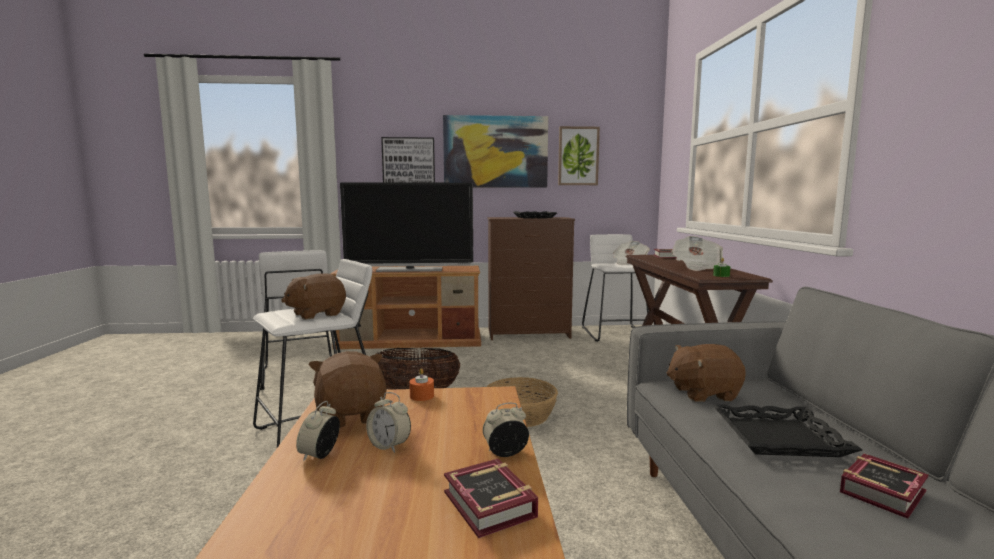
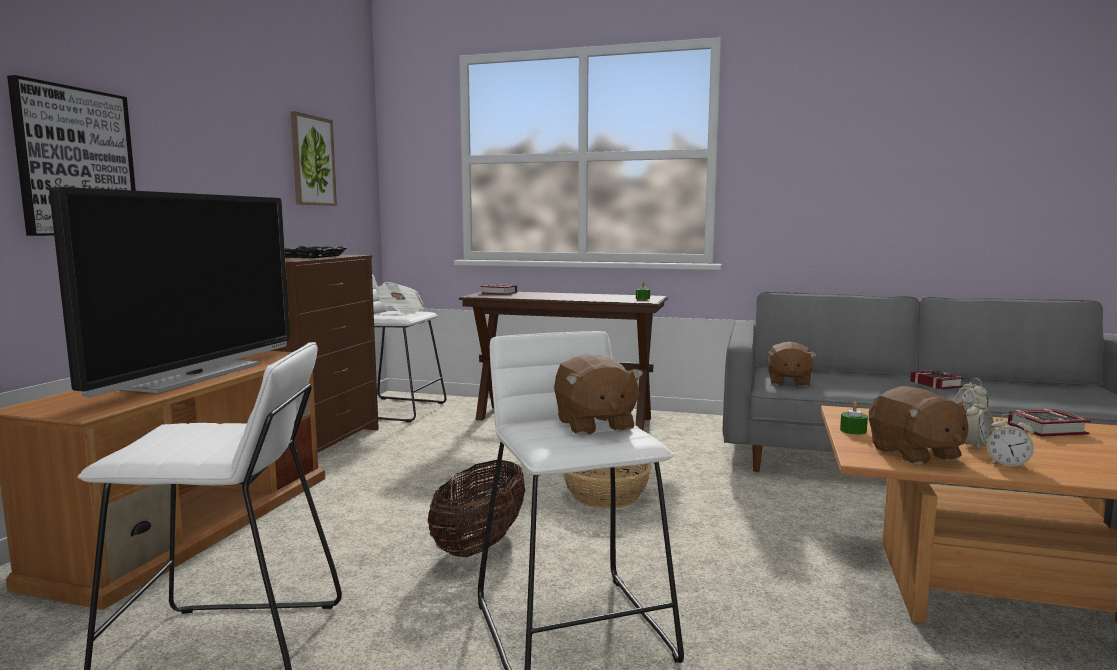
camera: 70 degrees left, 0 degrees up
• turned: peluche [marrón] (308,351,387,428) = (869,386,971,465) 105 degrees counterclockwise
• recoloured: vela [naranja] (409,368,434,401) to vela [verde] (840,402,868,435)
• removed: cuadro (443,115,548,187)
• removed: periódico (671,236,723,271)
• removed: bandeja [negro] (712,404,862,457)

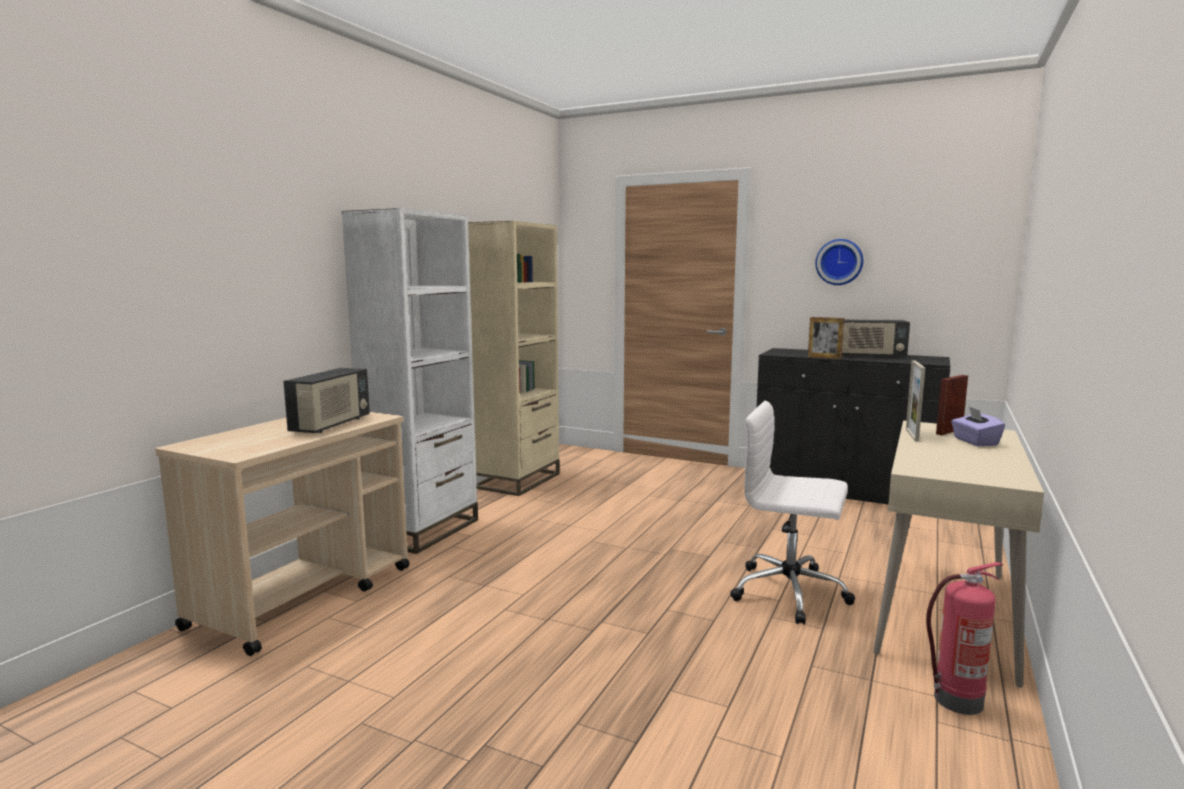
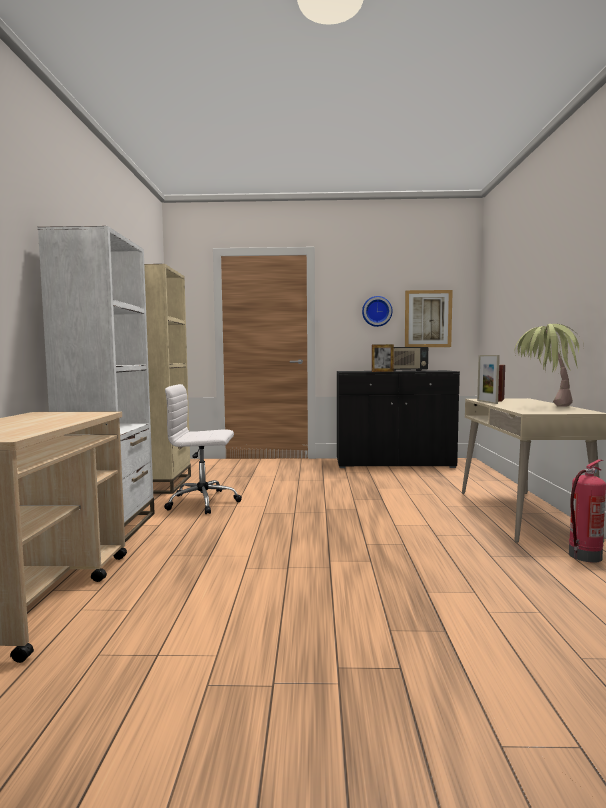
camera: 25 degrees left, 5 degrees down
• removed: radio (283,368,370,433)
• moved: silla de oficina [blanco] (730,400,855,624) to (164,384,242,514)
• removed: caja de pañuelos [morado] (951,406,1005,446)
• added: cuadro (405,290,453,347)
• added: planta en maceta (515,324,584,407)

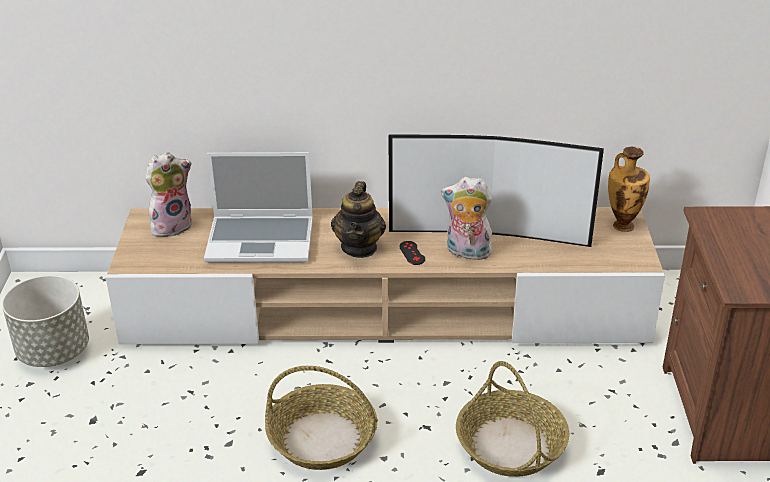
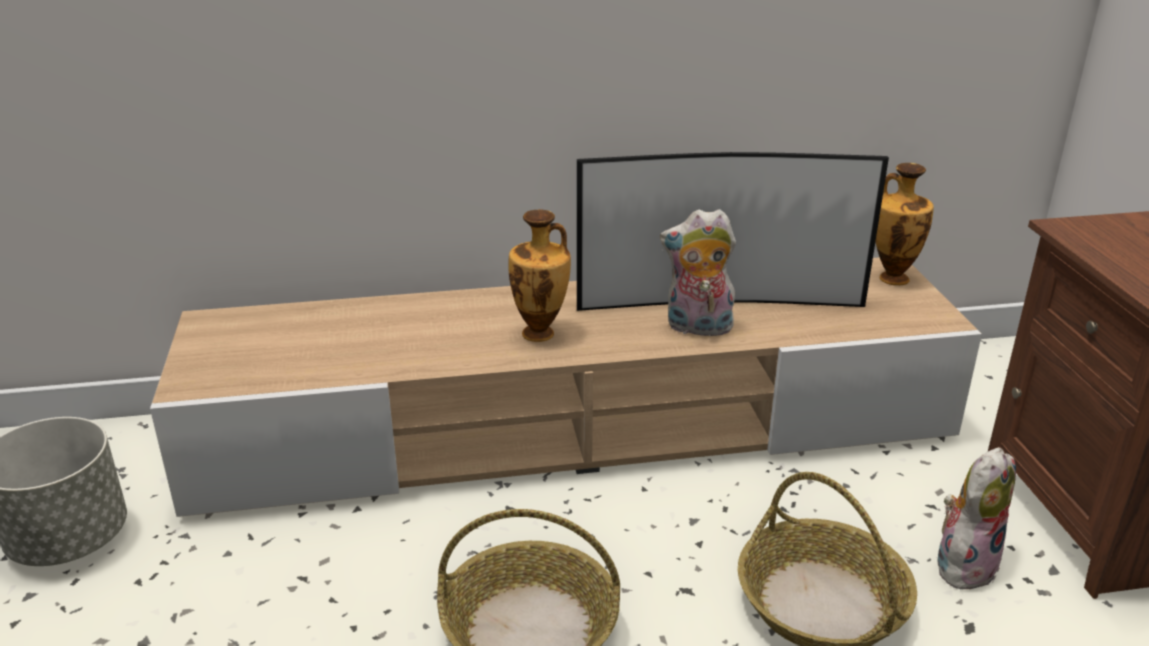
camera: 10 degrees left, 5 degrees down
• moved: peluche (146,152,192,237) to (938,447,1016,594)
• removed: portátil (204,152,313,263)
• replaced: tetera (331,181,386,258) to florero (508,209,571,342)
• removed: mando de consola [negro] (399,241,425,265)

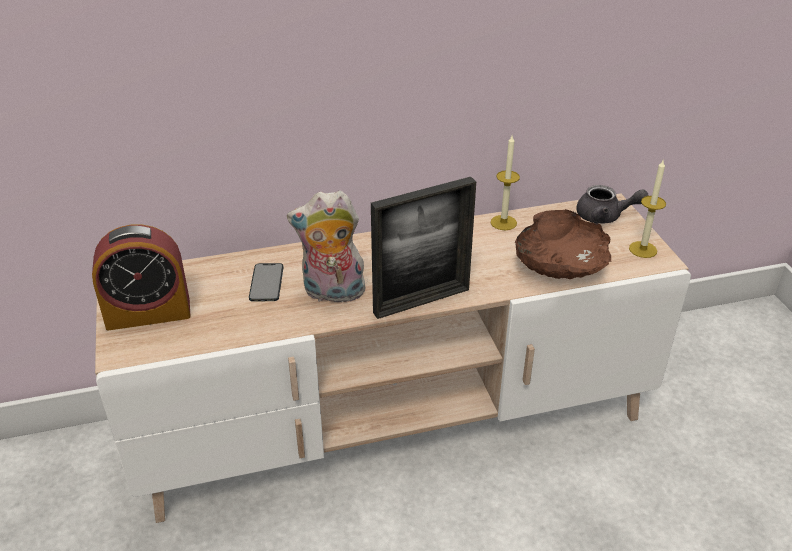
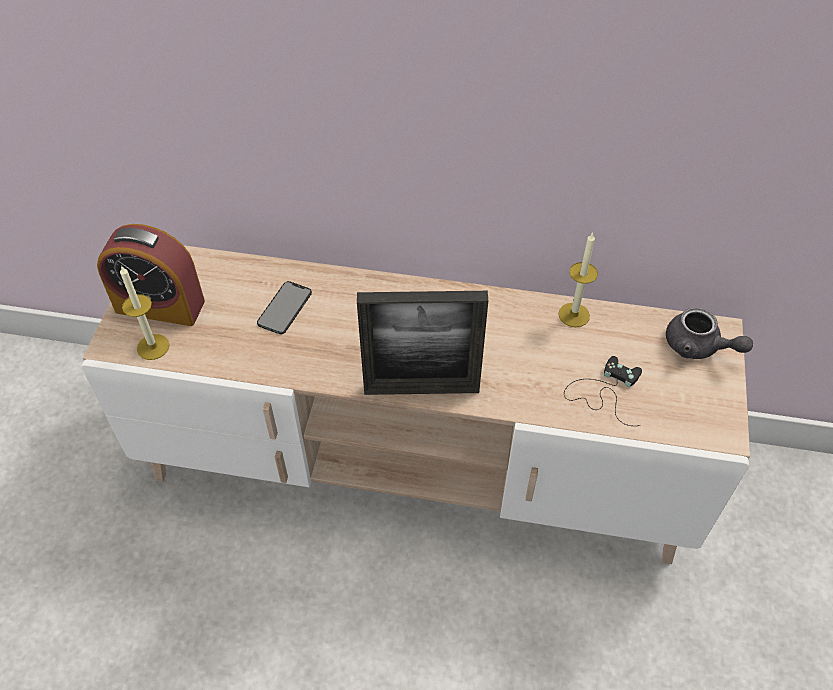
camera: 25 degrees right, 15 degrees up
• removed: peluche (287,191,365,303)
• replaced: cuenco [marrón] (515,209,612,279) to mando de consola [negro] (564,356,642,426)
• moved: vela (629,160,666,258) to (120,265,170,360)

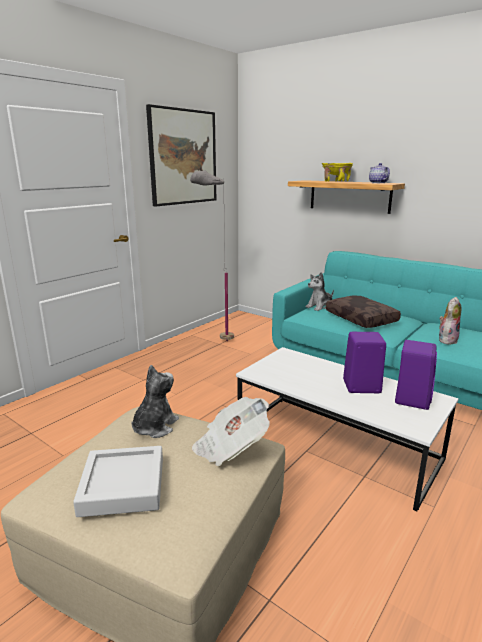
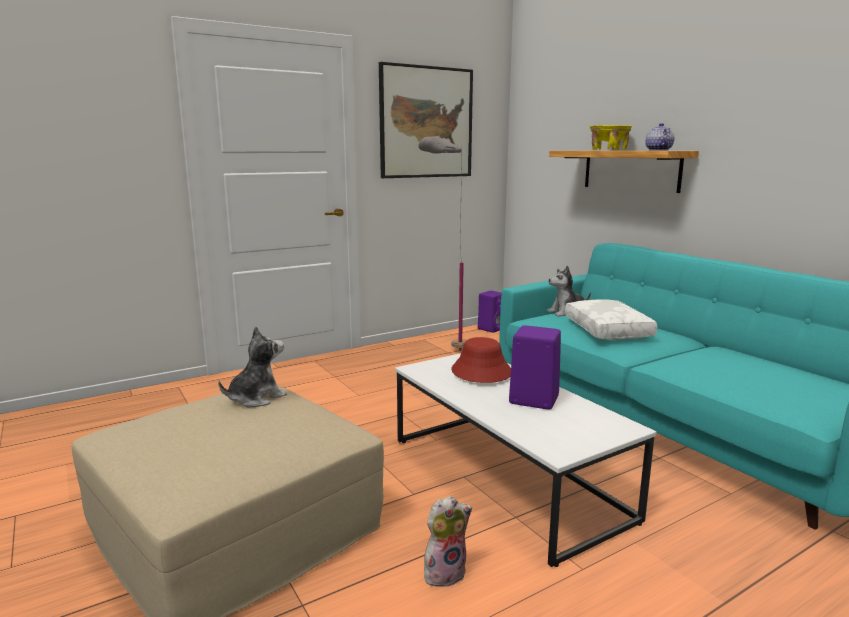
camera: 20 degrees right, 5 degrees down
• removed: bandeja [gris] (73,446,163,517)
• removed: periódico (192,397,270,466)
• recoloured: cojín [marrón] (326,295,401,328) to cojín [blanco] (565,300,657,340)
• moved: altavoz [morado] (395,340,437,410) to (478,291,502,333)
• moved: peluche (439,297,461,344) to (424,496,472,587)
• added: sombrero [rojo] (451,337,511,383)

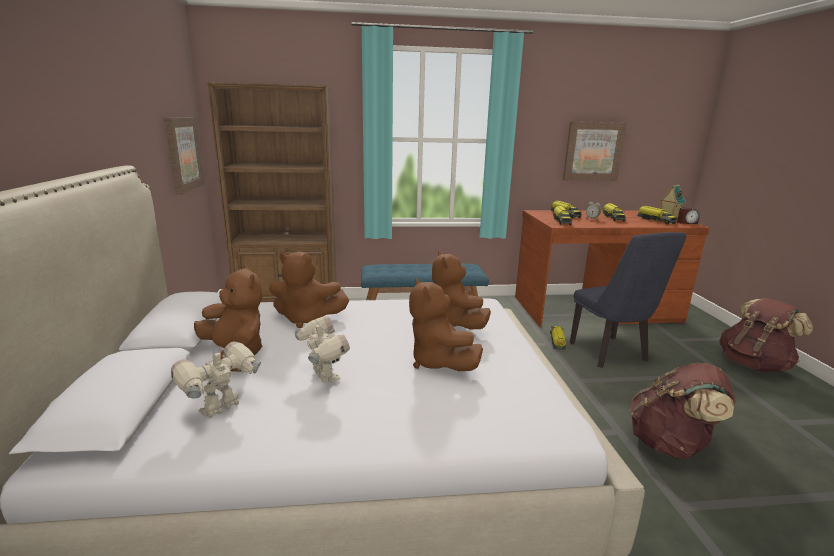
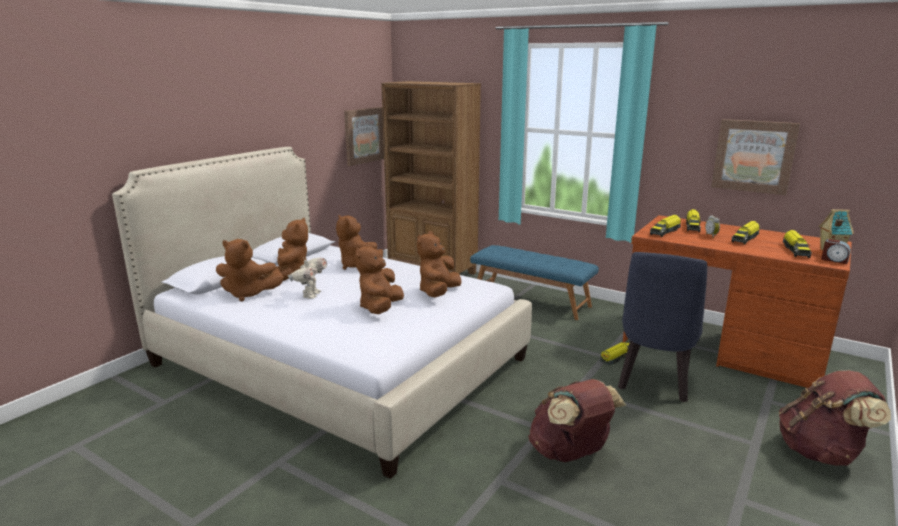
camera: 40 degrees right, 0 degrees up
• replaced: robot de juguete (171,342,261,418) to peluche [marrón] (216,239,284,302)

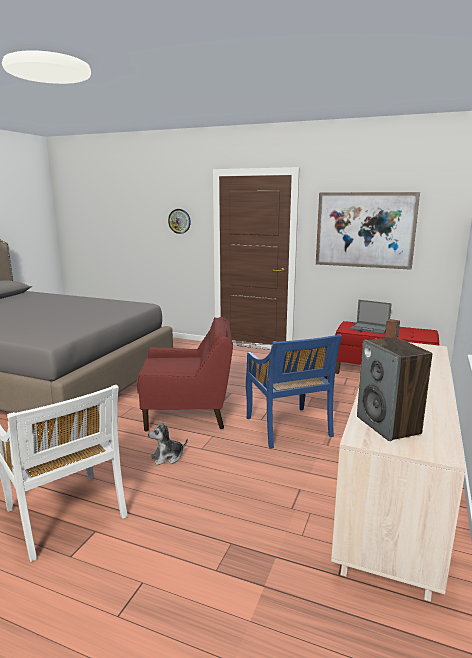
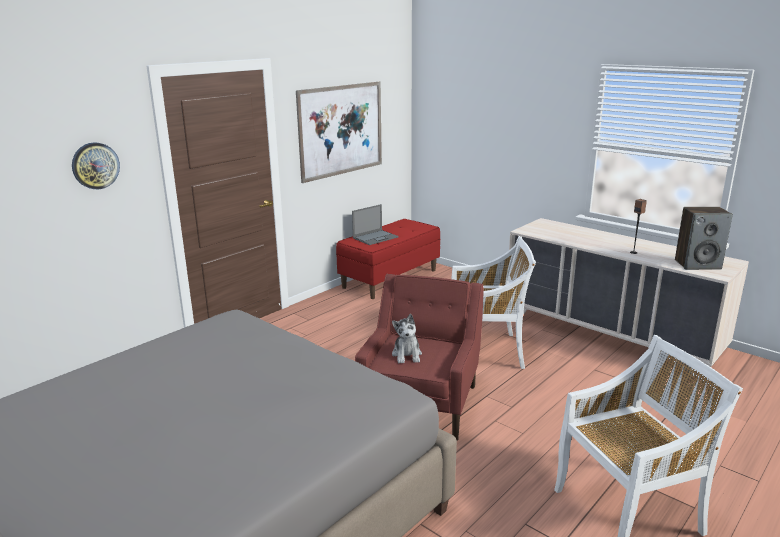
camera: 70 degrees left, 5 degrees up
• moved: peluche (148,421,188,465) to (392,314,422,363)
• recoloured: silla [azul] (246,334,342,449) to silla [blanco] (452,236,536,369)

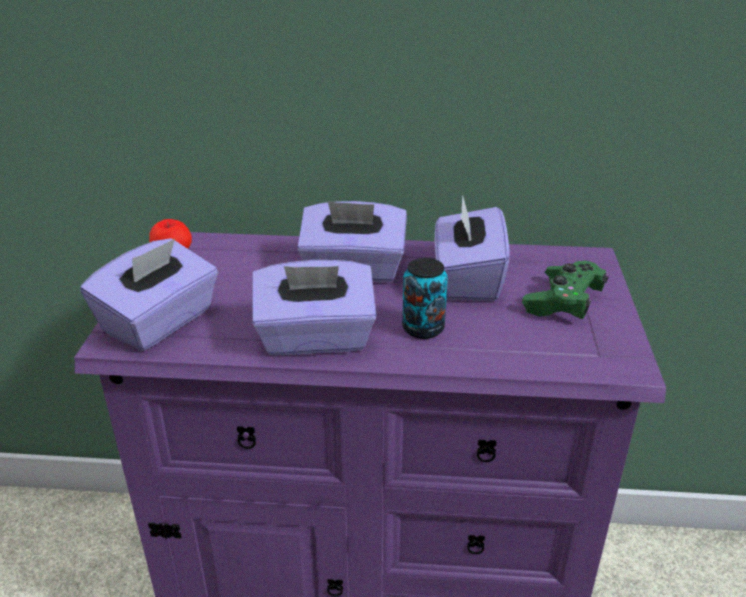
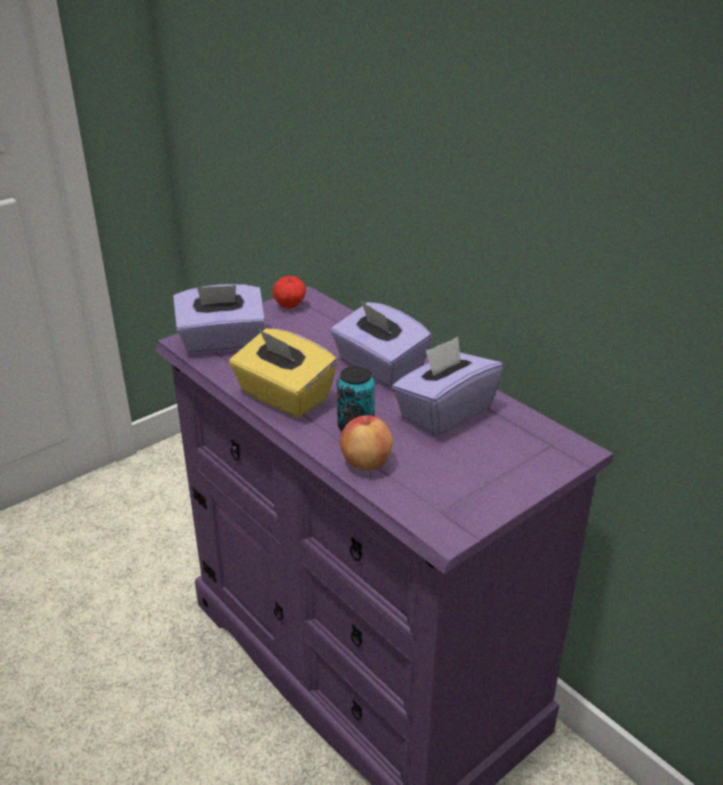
camera: 45 degrees right, 0 degrees up
• recoloured: caja de pañuelos [morado] (252,260,377,356) to caja de pañuelos [amarillo] (229,329,337,418)
• removed: mando de consola [verde] (522,261,608,319)
• added: manzana (340,415,393,470)

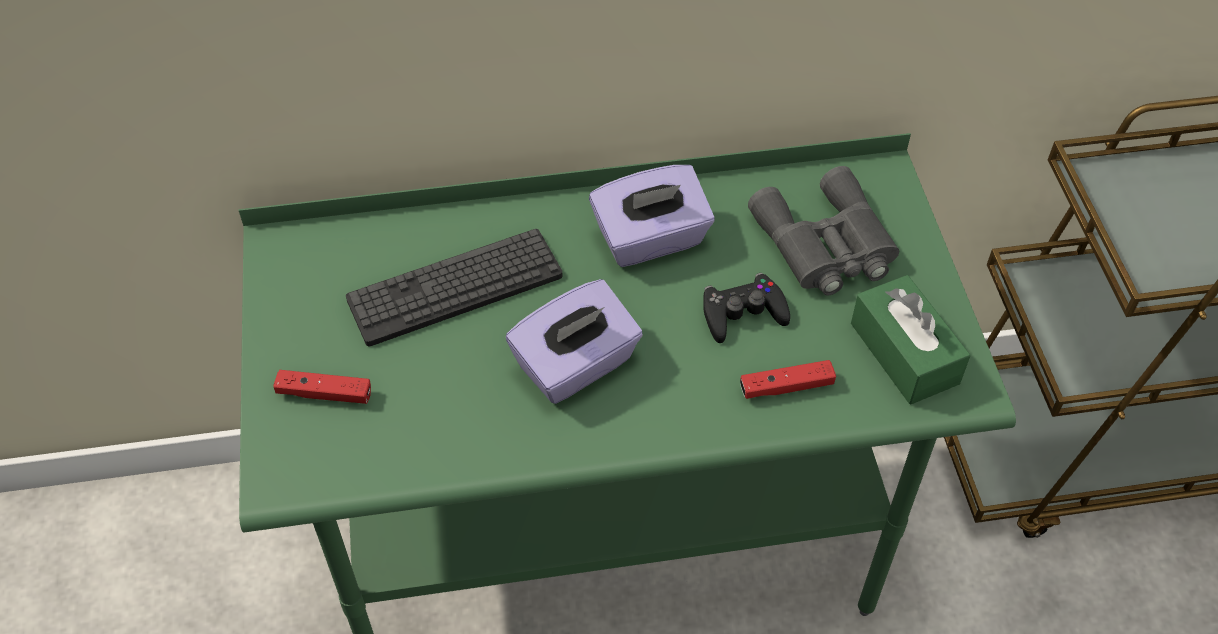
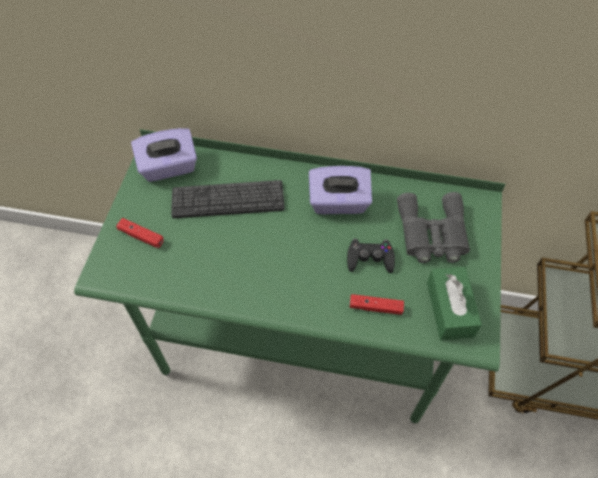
camera: 20 degrees right, 5 degrees up
• moved: caja de pañuelos [morado] (506,279,643,404) to (131,128,197,182)

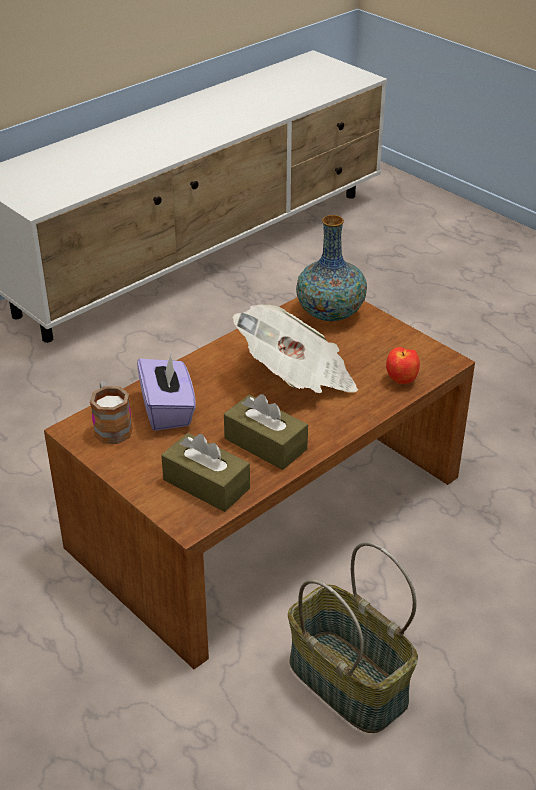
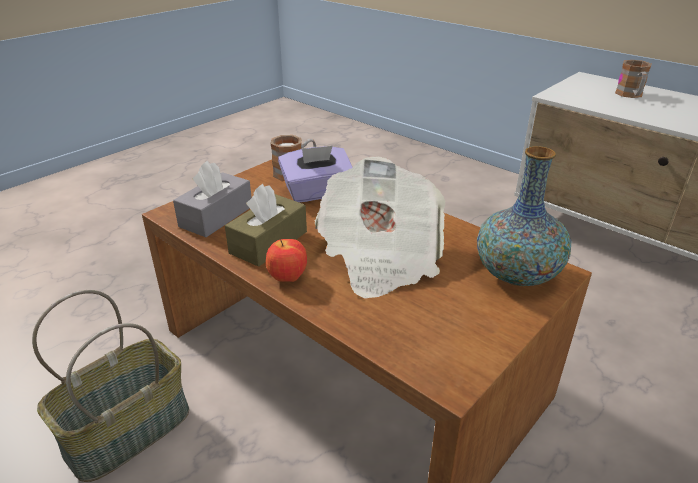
camera: 85 degrees right, 5 degrees down
• recoloured: caja de pañuelos [marrón] (161,433,250,512) to caja de pañuelos [gris] (173,161,252,237)
• moved: manzana (386,347,420,384) to (266,239,307,282)
• added: taza grande (615,60,652,98)

